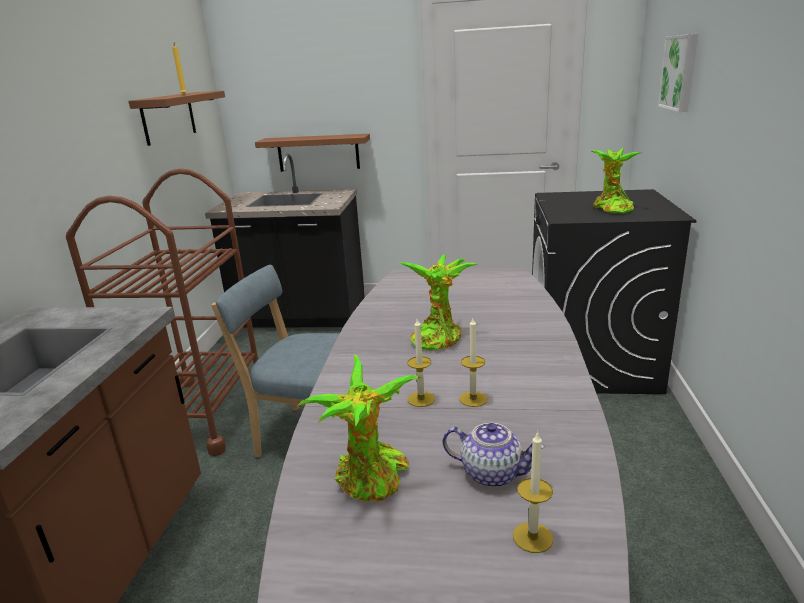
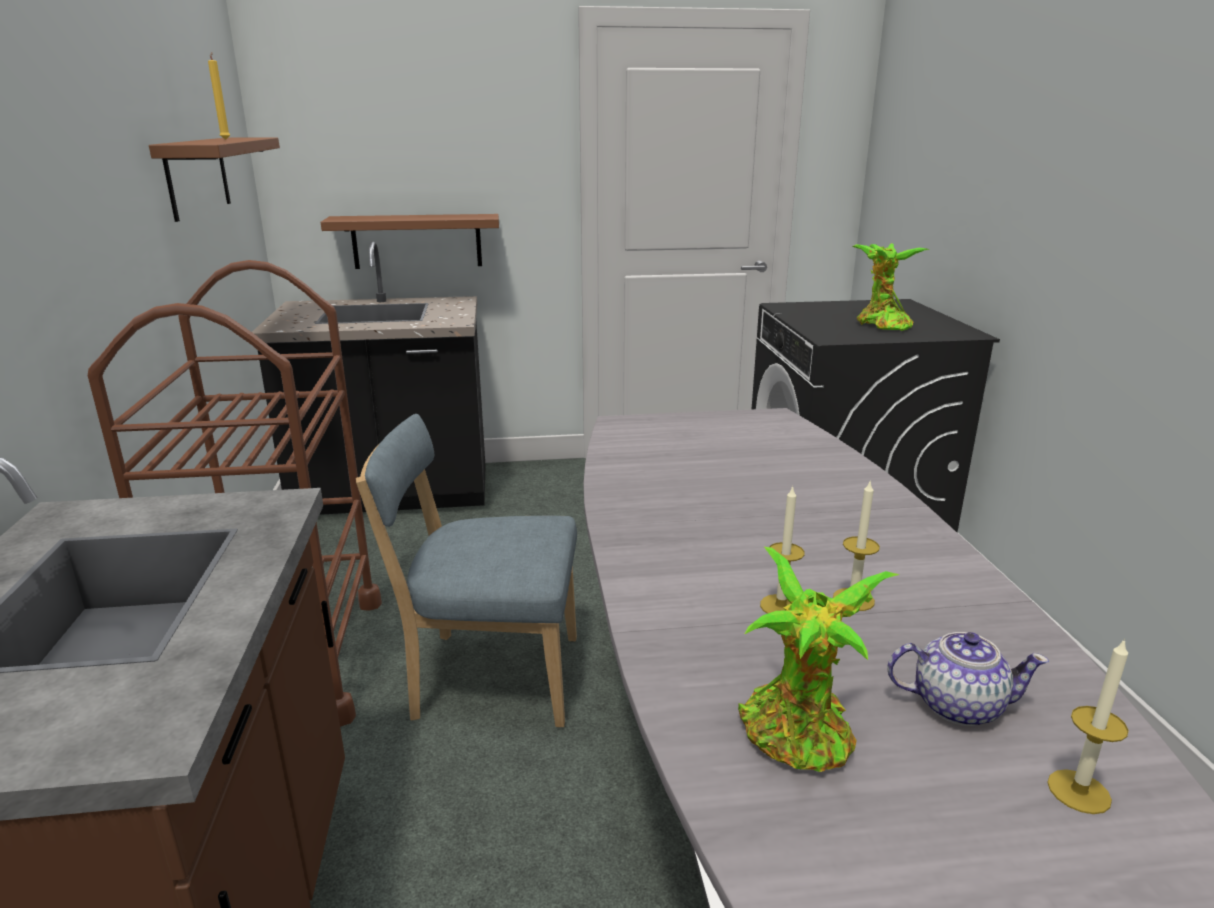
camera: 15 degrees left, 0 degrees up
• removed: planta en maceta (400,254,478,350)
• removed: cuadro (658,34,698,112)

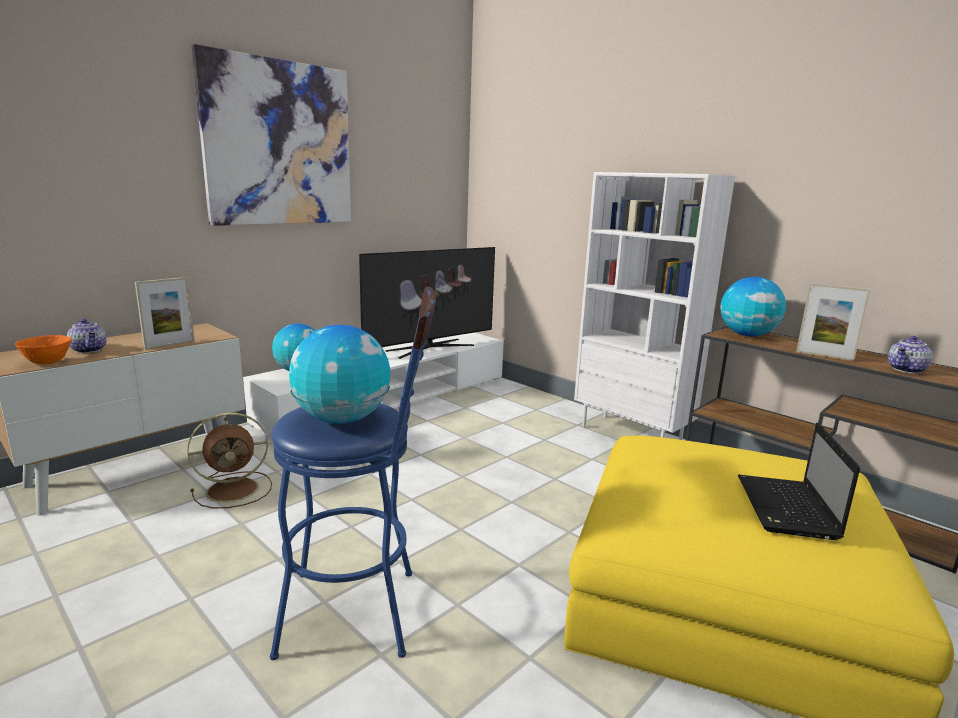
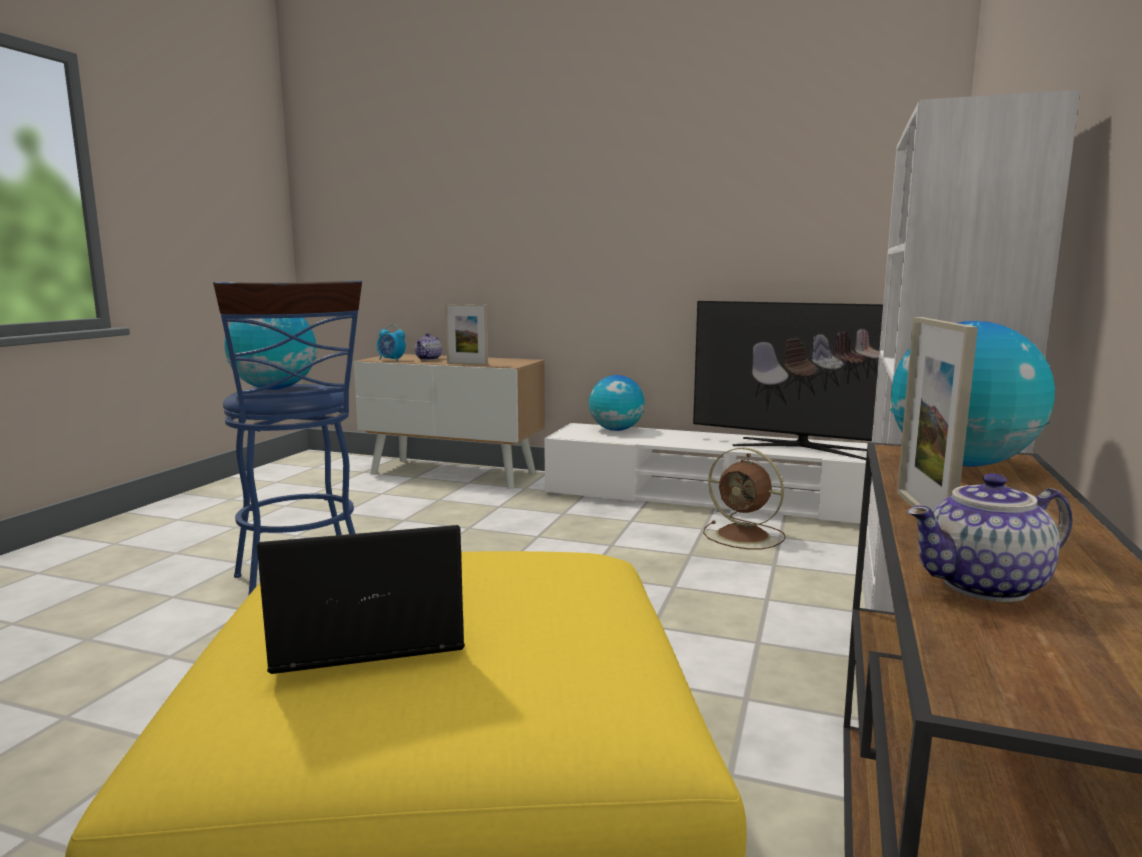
camera: 65 degrees right, 5 degrees down
• replaced: cuenco [naranja] (15,335,72,364) to despertador (377,324,406,361)
• moved: ventilador [marrón] (187,413,272,508) to (703,447,786,549)
• removed: cuadro (191,44,351,226)
• turned: tetera (888,336,932,374) = (907,473,1073,602) 45 degrees counterclockwise

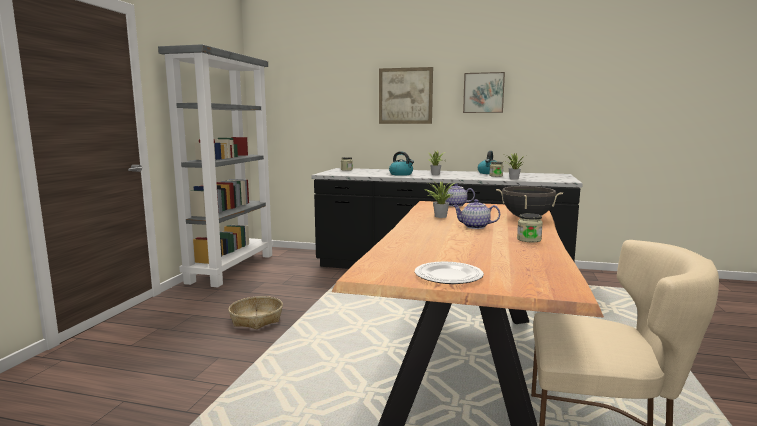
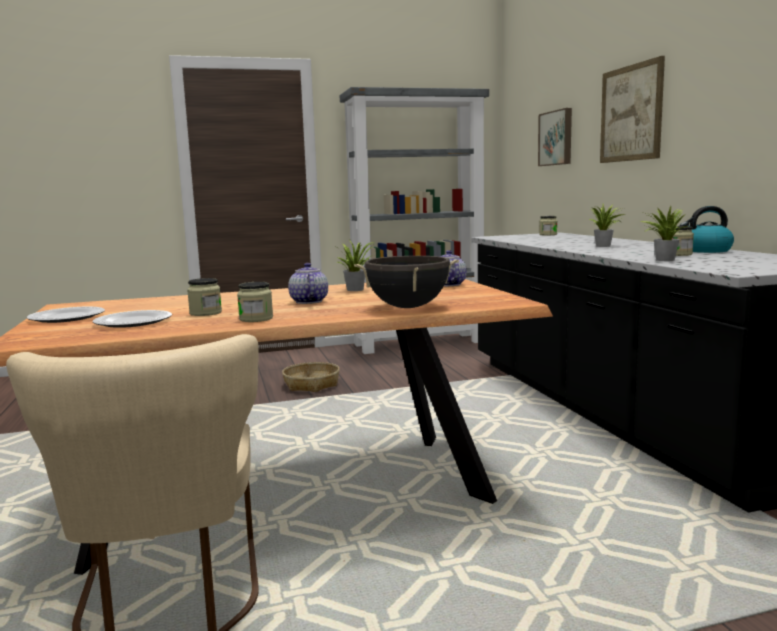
camera: 60 degrees right, 0 degrees up
• removed: hervidor (389,151,414,176)
• moved: cuadro (463,72,505,113) to (538,108,572,166)
• added: plato (93,310,172,328)
• added: tarro (187,278,222,316)

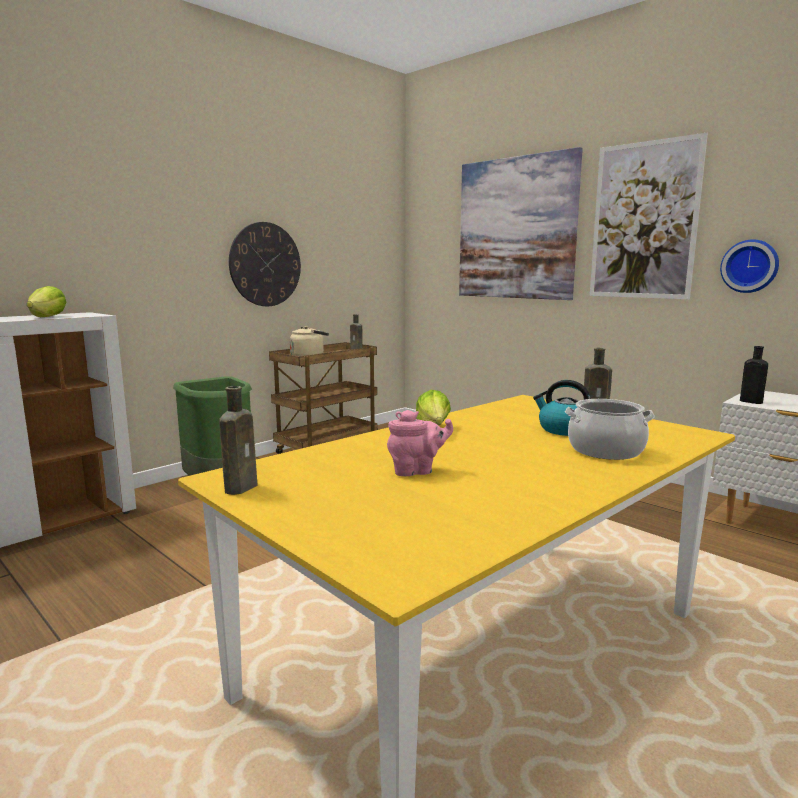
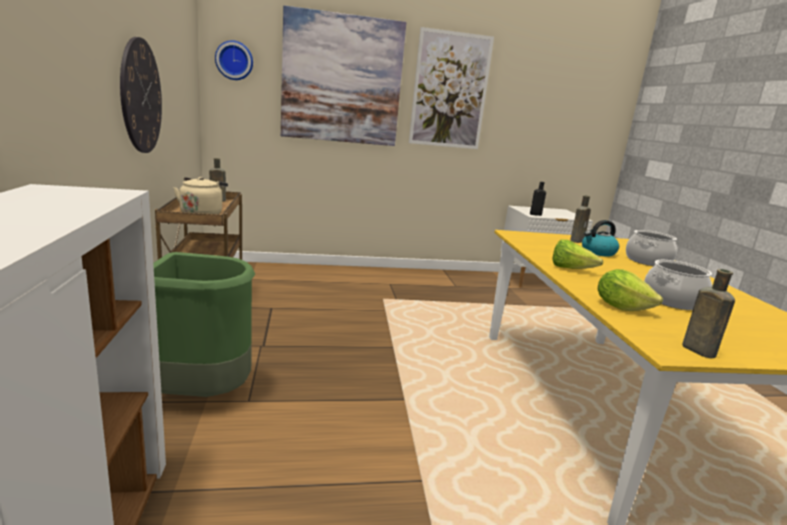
camera: 55 degrees left, 5 degrees up
• moved: lechuga (27,286,66,317) to (598,269,663,311)
• replaced: tetera [rosa] (387,410,453,476) to olla (644,260,712,310)
• moved: reloj de pared (720,239,779,293) to (215,40,253,80)

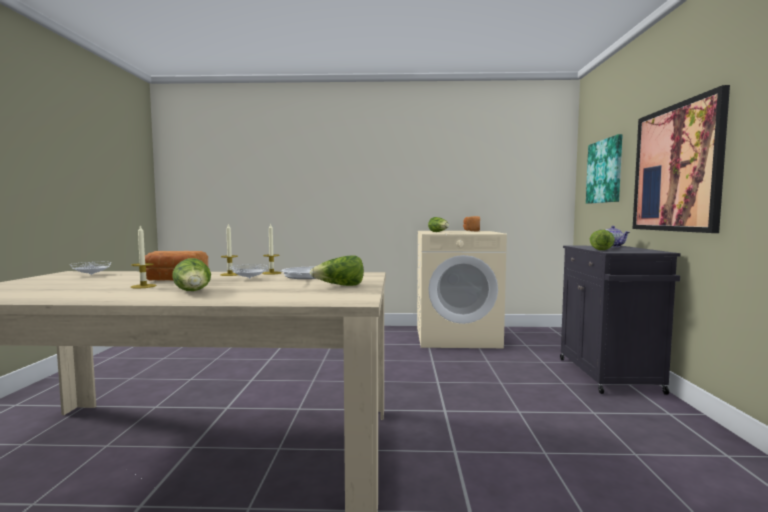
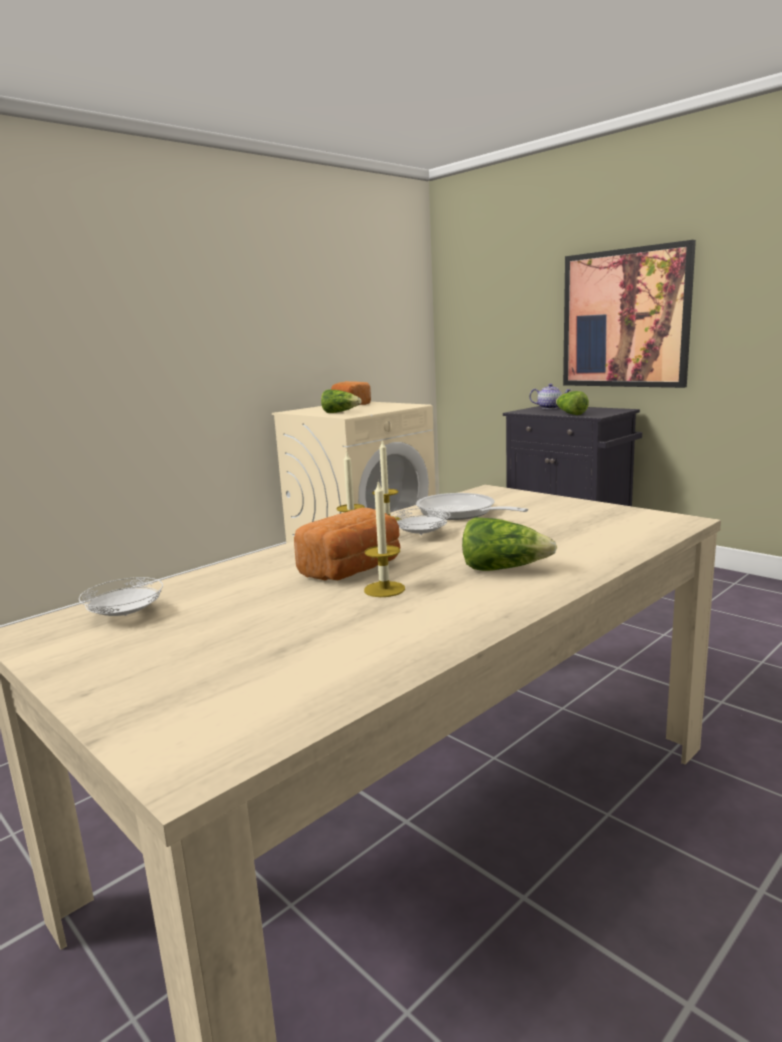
camera: 45 degrees left, 10 degrees up
• removed: lechuga (310,255,364,286)
• removed: cuadro (586,134,623,204)

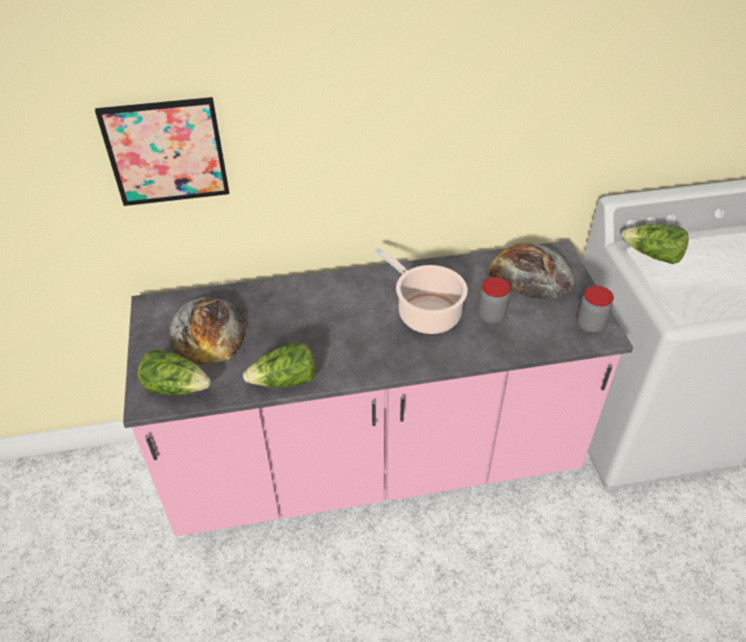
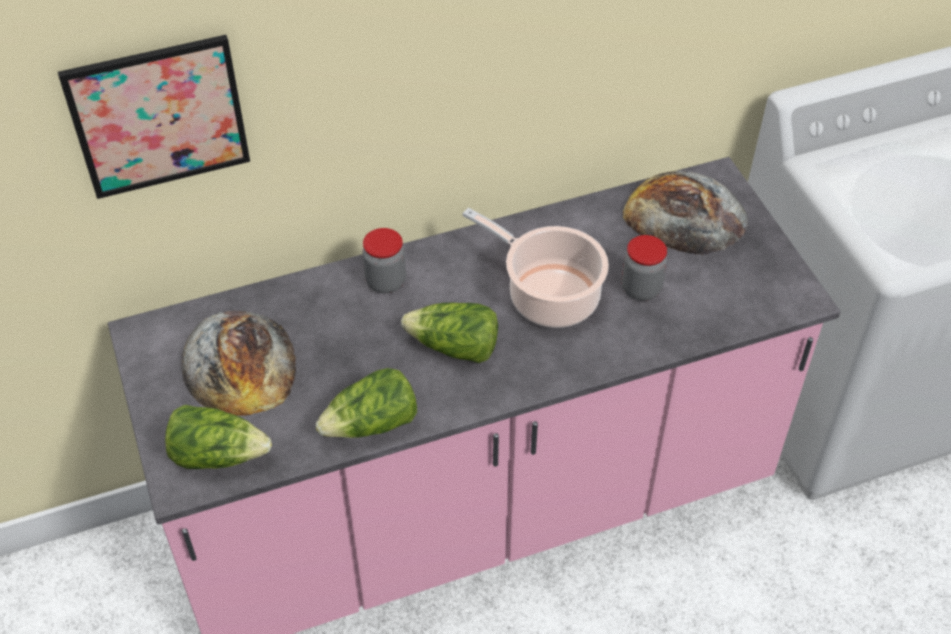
camera: 10 degrees left, 5 degrees up
• moved: tarro (577,286,614,333) to (362,228,406,293)
• moved: lechuga (621,224,689,264) to (401,303,498,363)

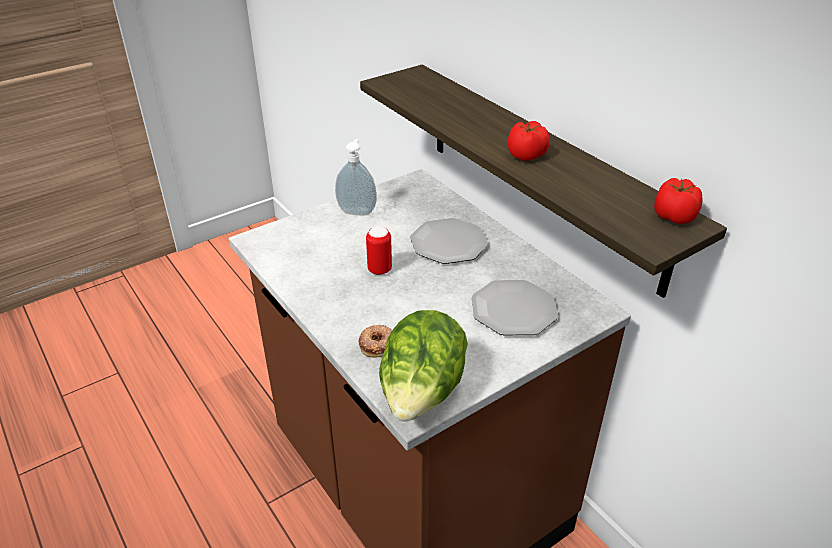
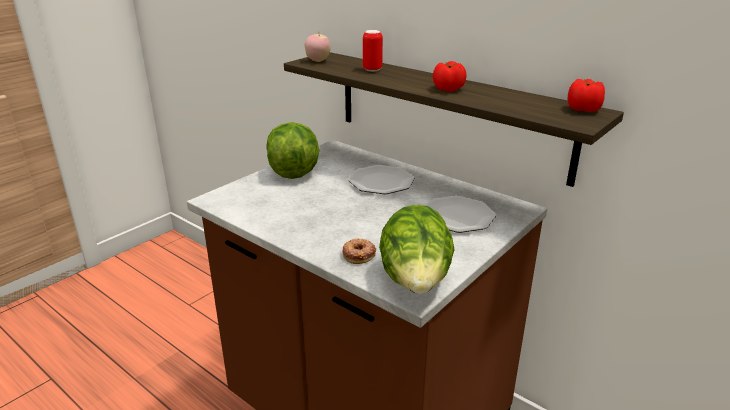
camera: 15 degrees left, 10 degrees down
• replaced: dispensador de jabón (335,139,377,215) to lechuga (266,122,319,179)
• moved: lata (366,226,392,275) to (363,30,383,72)
• added: manzana (305,31,331,62)

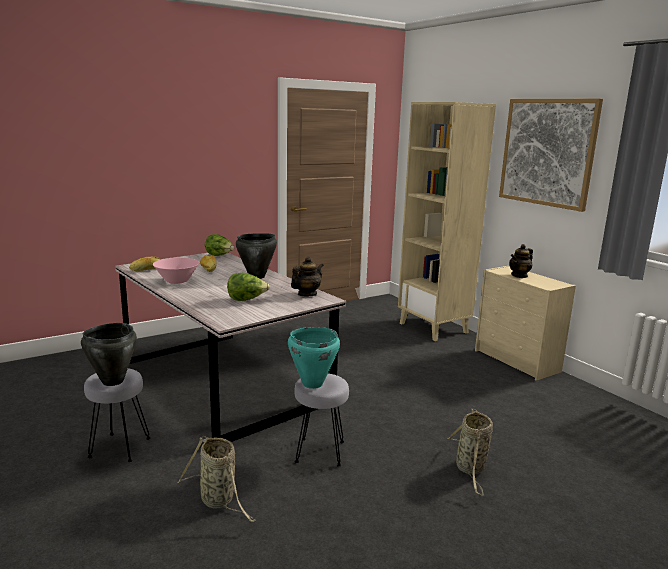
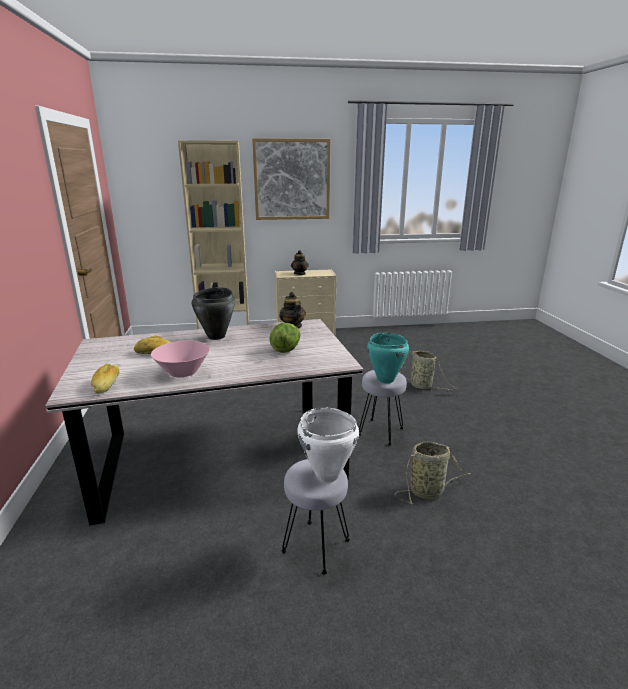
camera: 65 degrees left, 5 degrees up
• recoloured: olla [negro] (81,323,137,386) to olla [blanco] (297,407,359,483)
• removed: lechuga (205,234,234,256)

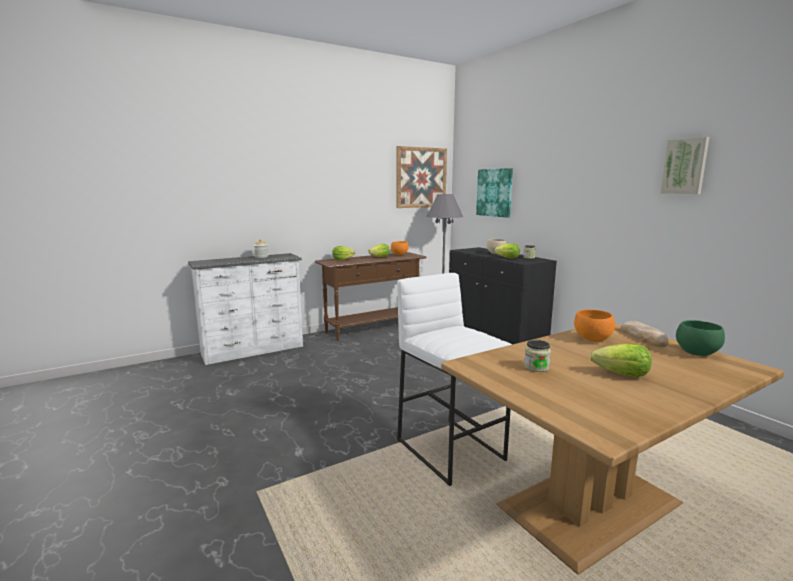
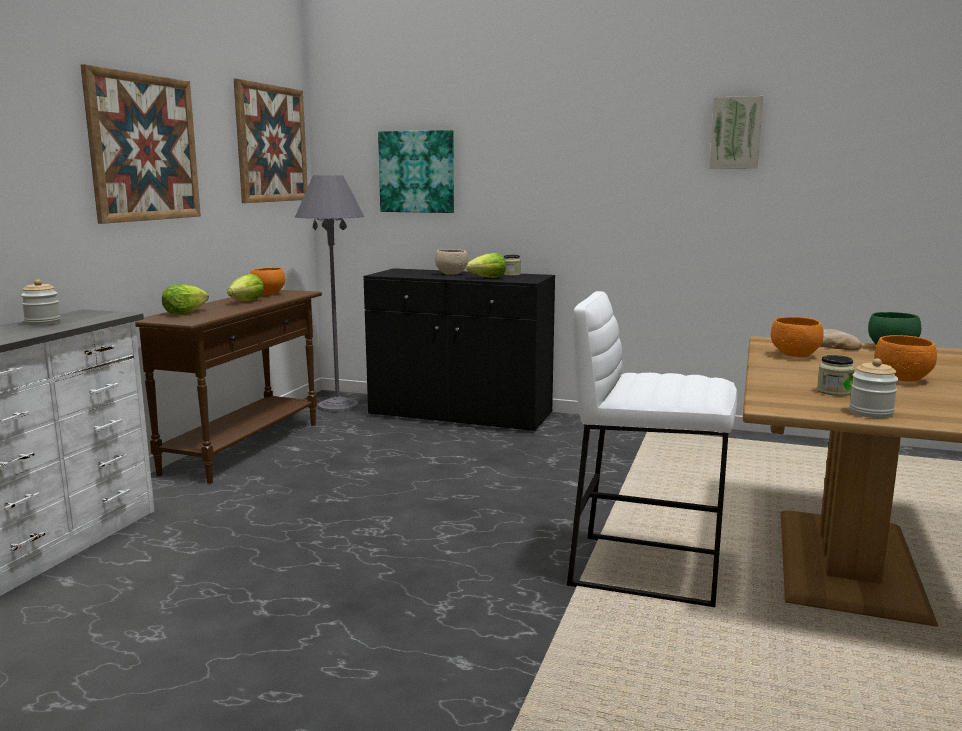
camera: 40 degrees left, 0 degrees up
• replaced: lechuga (590,344,652,377) to cuenco [naranja] (874,335,937,382)
• added: cuadro (81,64,201,224)
• added: tarro (849,358,899,418)

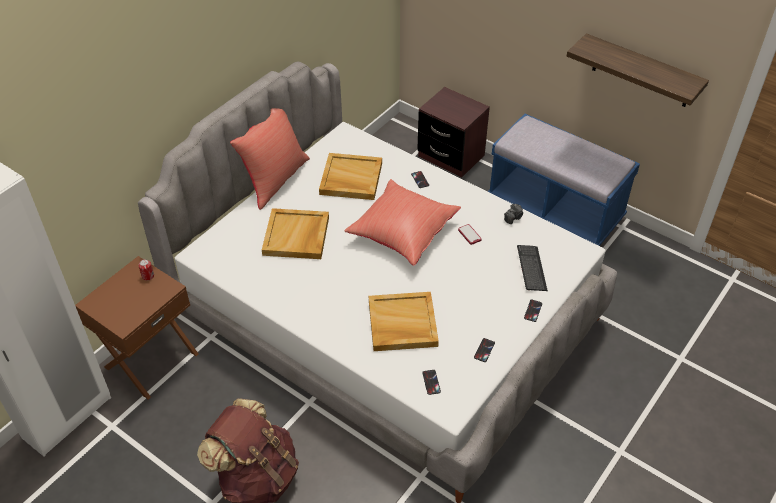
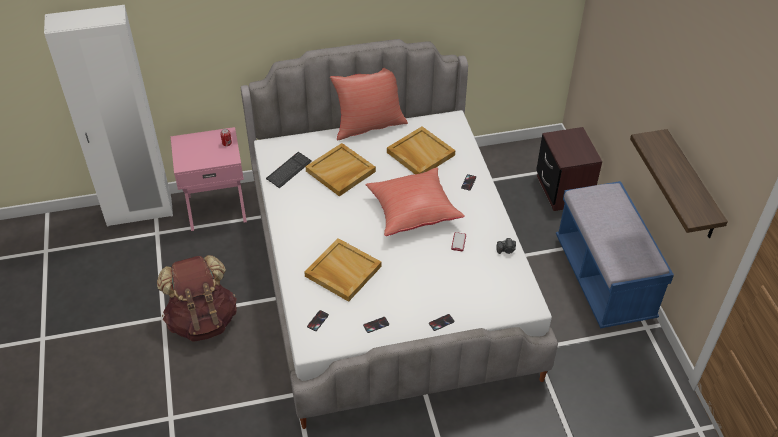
camera: 40 degrees right, 0 degrees up
• recoloured: mesita de noche [marrón] (75,256,199,399) to mesita de noche [rosa] (171,127,247,231)
• moved: teclado (517,245,548,291) to (266,152,312,189)

